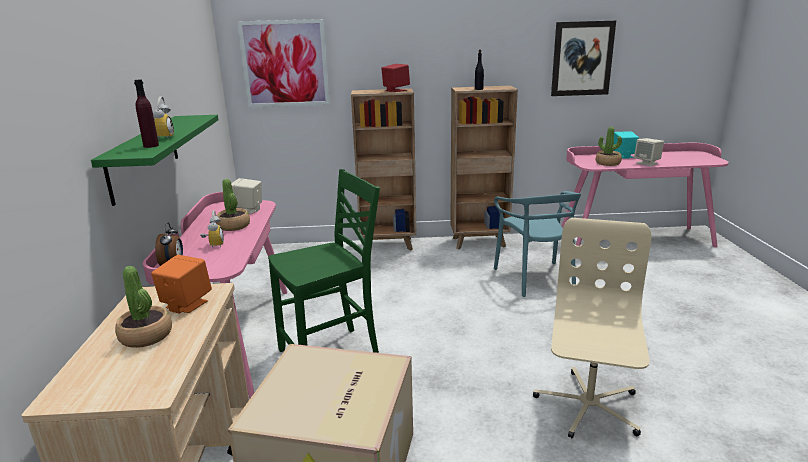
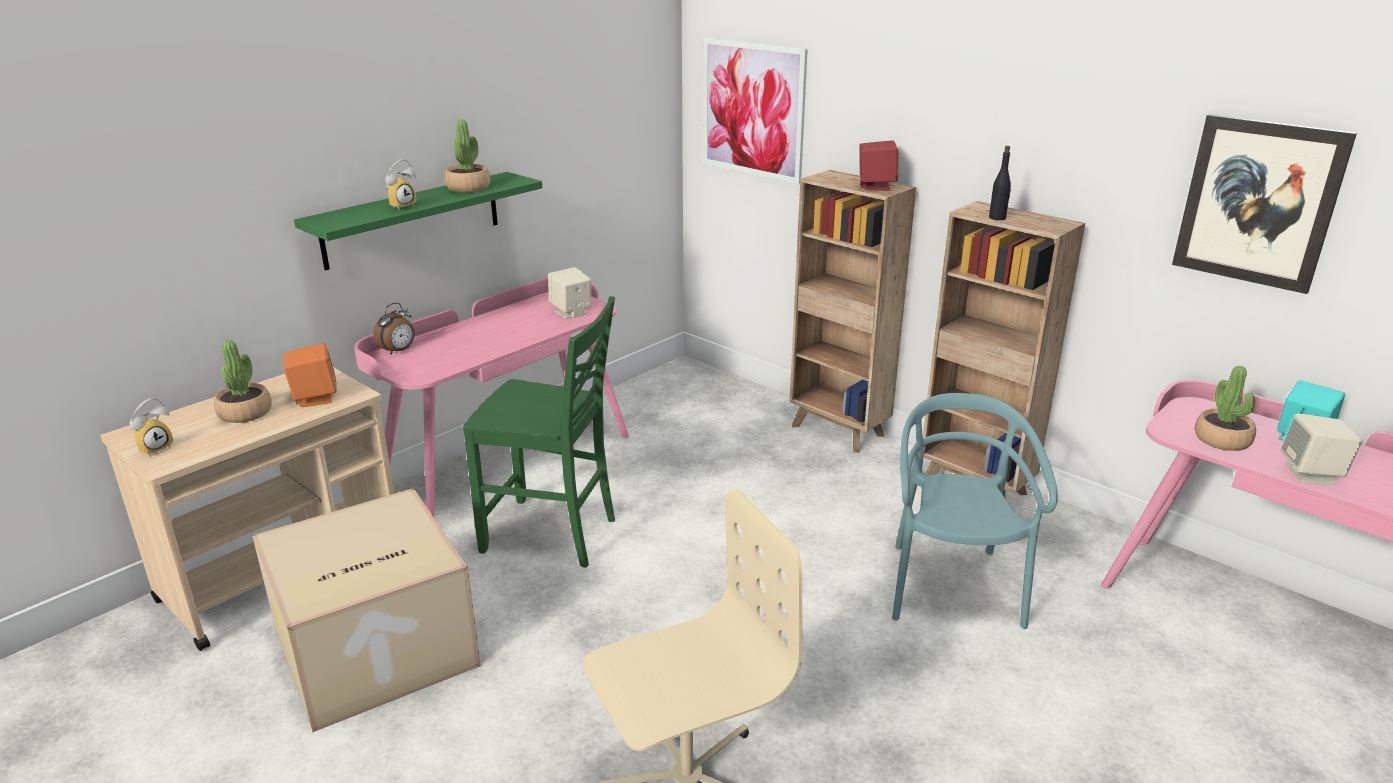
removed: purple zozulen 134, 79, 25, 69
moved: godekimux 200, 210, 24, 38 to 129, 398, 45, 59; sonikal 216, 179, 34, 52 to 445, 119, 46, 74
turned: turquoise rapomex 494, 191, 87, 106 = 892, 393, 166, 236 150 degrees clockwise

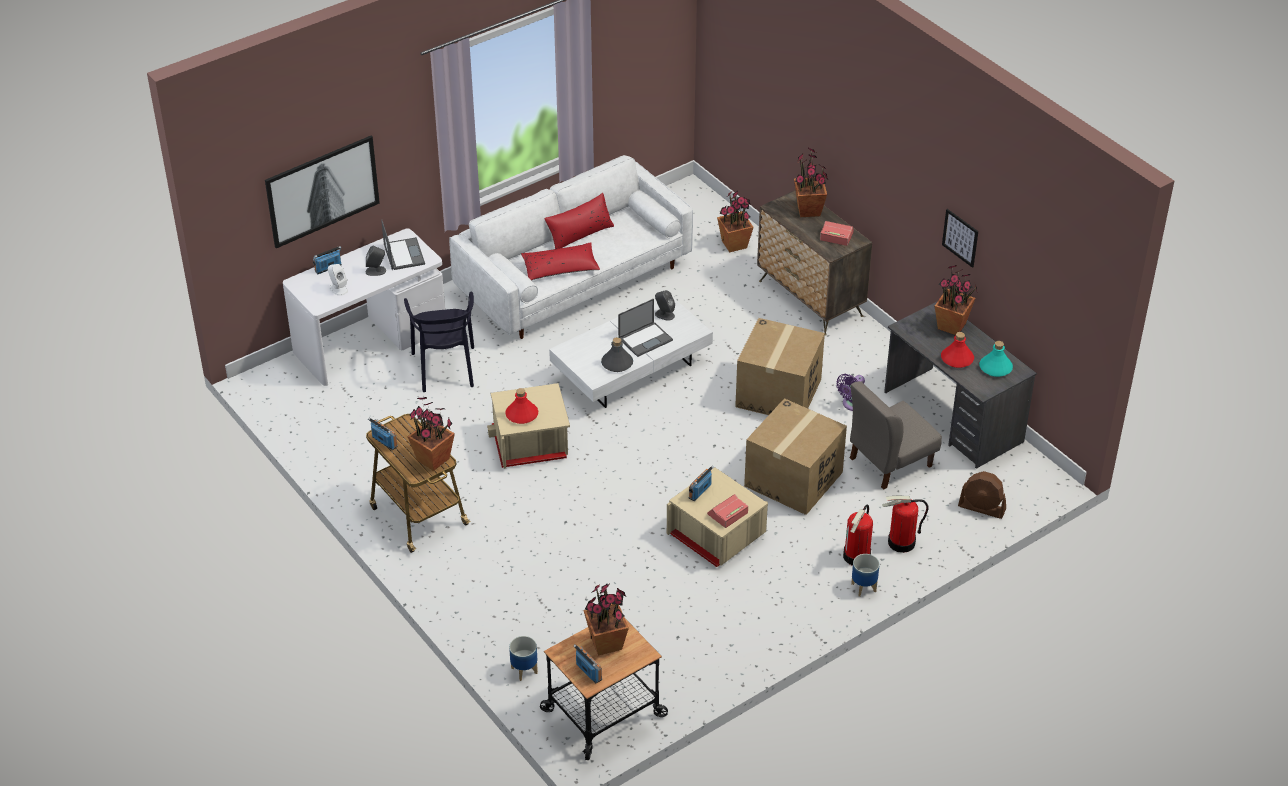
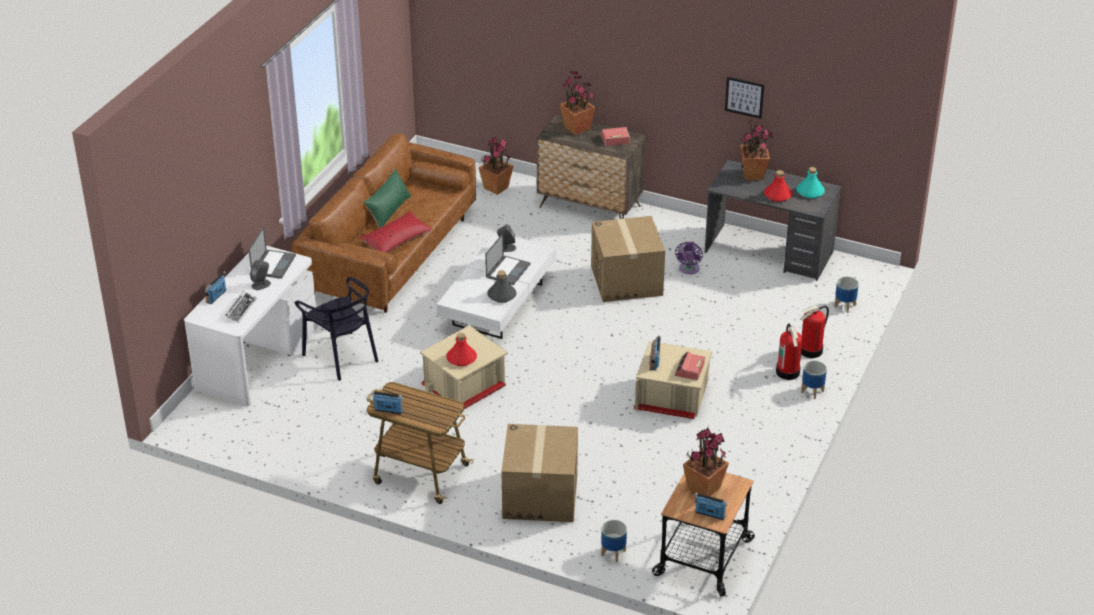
removed: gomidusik 265, 136, 115, 112; sonikal 407, 397, 48, 74; grey rapomex 850, 381, 92, 109
moved: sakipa 744, 398, 103, 117 to 501, 424, 77, 98
replaced: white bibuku 328, 264, 20, 32 to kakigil 225, 291, 32, 32; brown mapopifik 958, 471, 48, 48 to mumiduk 834, 277, 25, 36
recoloured: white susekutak 449, 155, 244, 184 to brown susekutak 292, 134, 184, 179; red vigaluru 544, 193, 70, 56 to green vigaluru 364, 169, 47, 59
turned: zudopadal 381, 220, 44, 50 = 248, 226, 48, 53 60 degrees clockwise

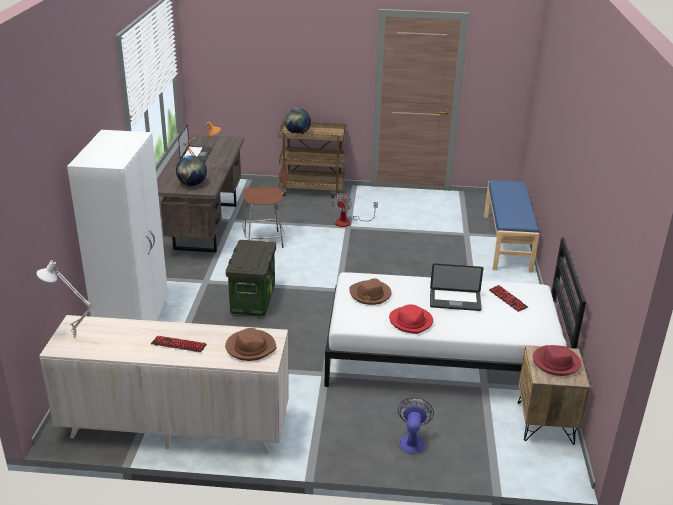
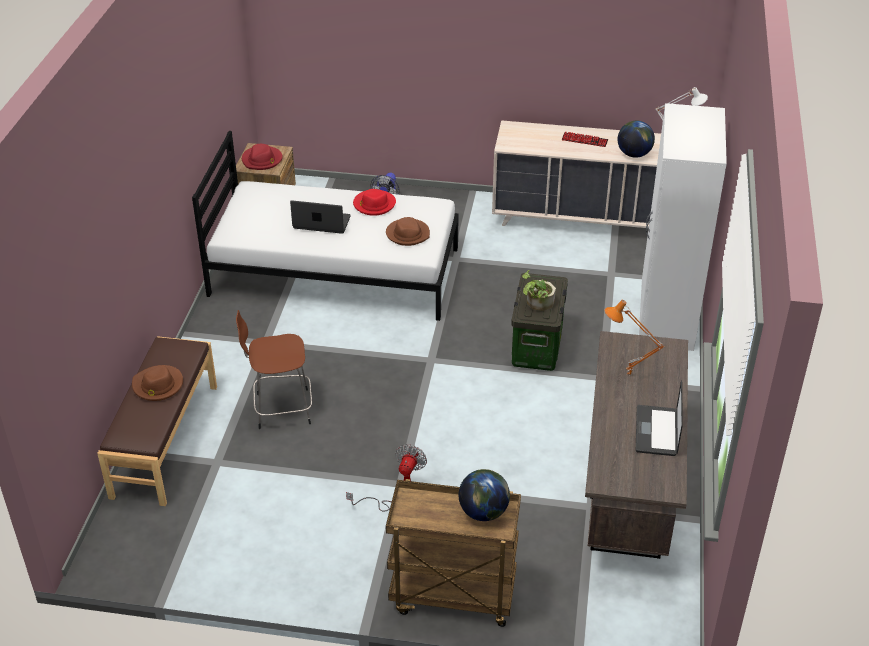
removed: kakigil 489, 285, 39, 27
added: sonikal 522, 270, 34, 41
moved: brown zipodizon 225, 328, 51, 33 to 132, 365, 51, 36; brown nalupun 242, 161, 46, 87 to 236, 310, 76, 119; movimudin 176, 155, 31, 31 to 618, 121, 37, 37
recoloured: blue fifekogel 484, 180, 55, 93 to brown fifekogel 97, 336, 120, 170

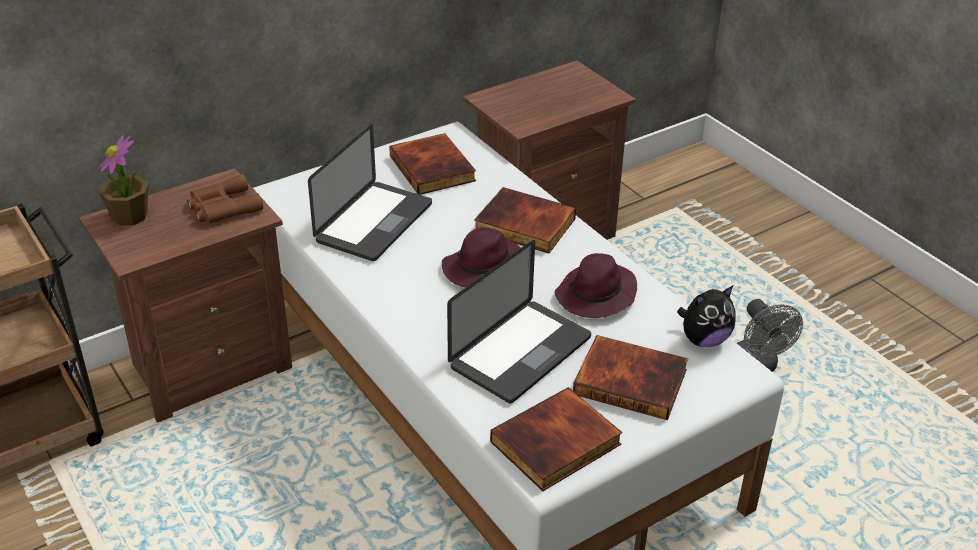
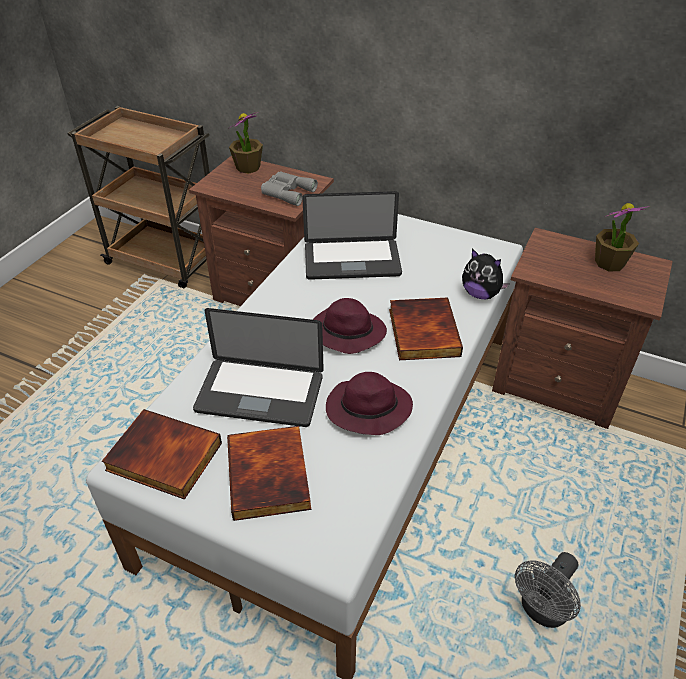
removed: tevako 389, 133, 87, 62
added: sonikal 595, 203, 55, 68
moved: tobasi 677, 286, 59, 61 to 462, 249, 48, 50
recoloured: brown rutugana 187, 174, 76, 50 to grey rutugana 261, 171, 57, 35

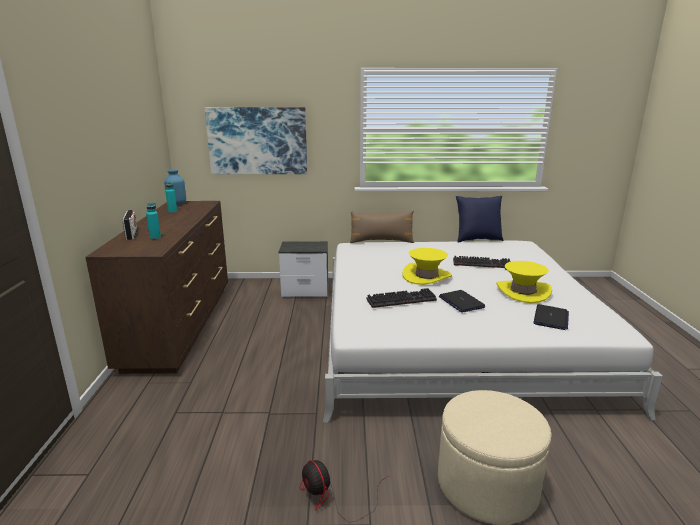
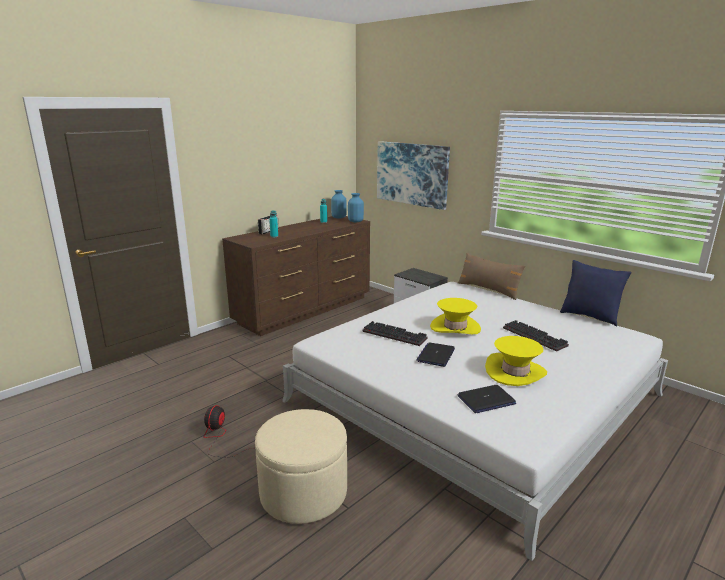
added: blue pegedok 348, 193, 16, 29

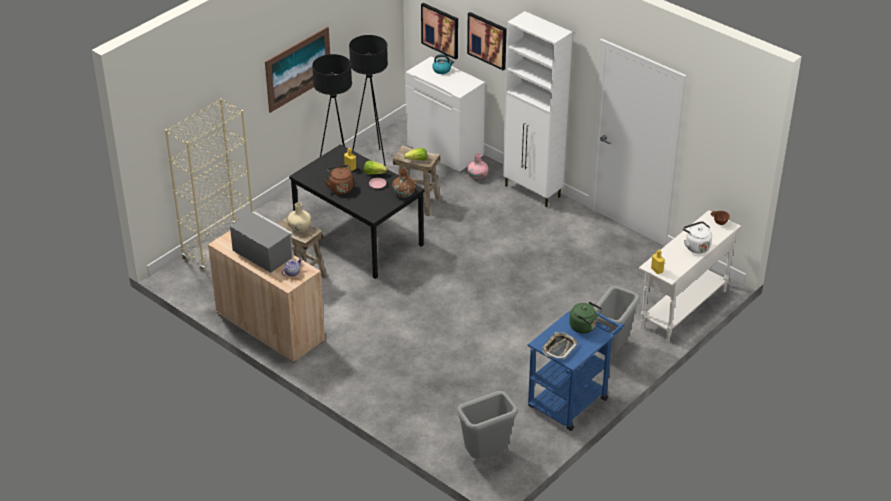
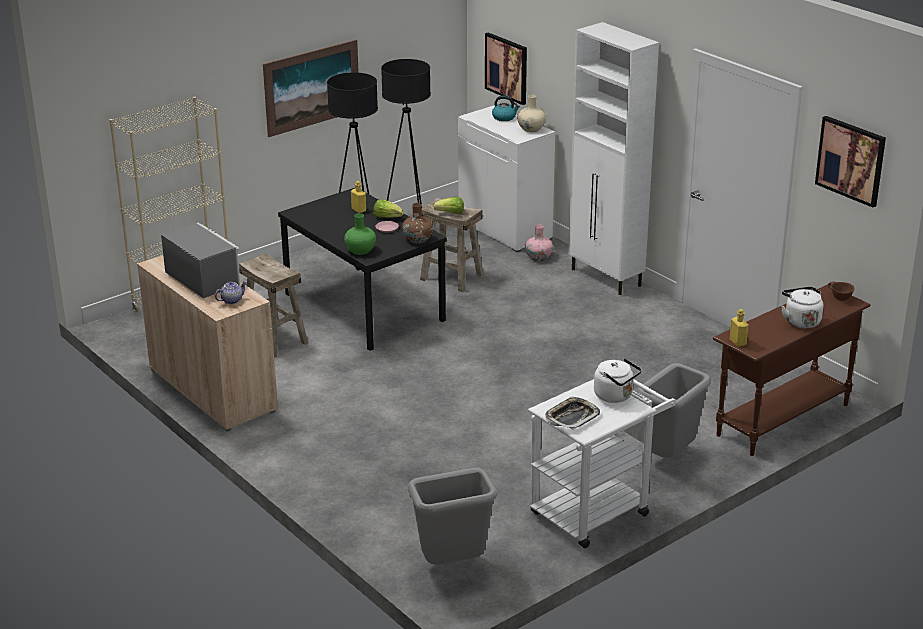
removed: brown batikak 324, 165, 29, 29
added: green pegedok 344, 213, 32, 42
moved: beige pegedok 287, 202, 24, 30 to 518, 95, 28, 37; gomidusik 467, 12, 40, 58 to 815, 116, 71, 92
recoloured: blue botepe 527, 311, 98, 120 to white botepe 528, 379, 148, 169; green batikak 569, 302, 33, 31 to white batikak 594, 358, 48, 45; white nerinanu 639, 210, 102, 132 to brown nerinanu 713, 284, 157, 172

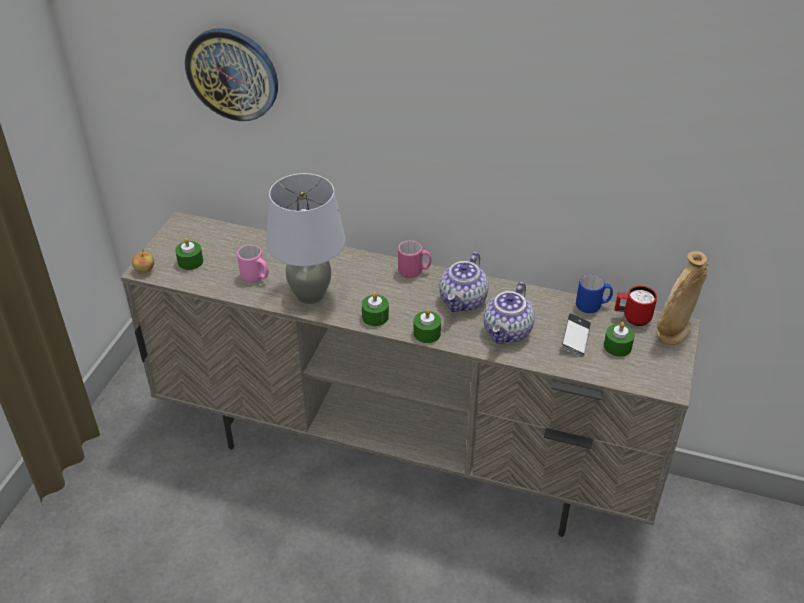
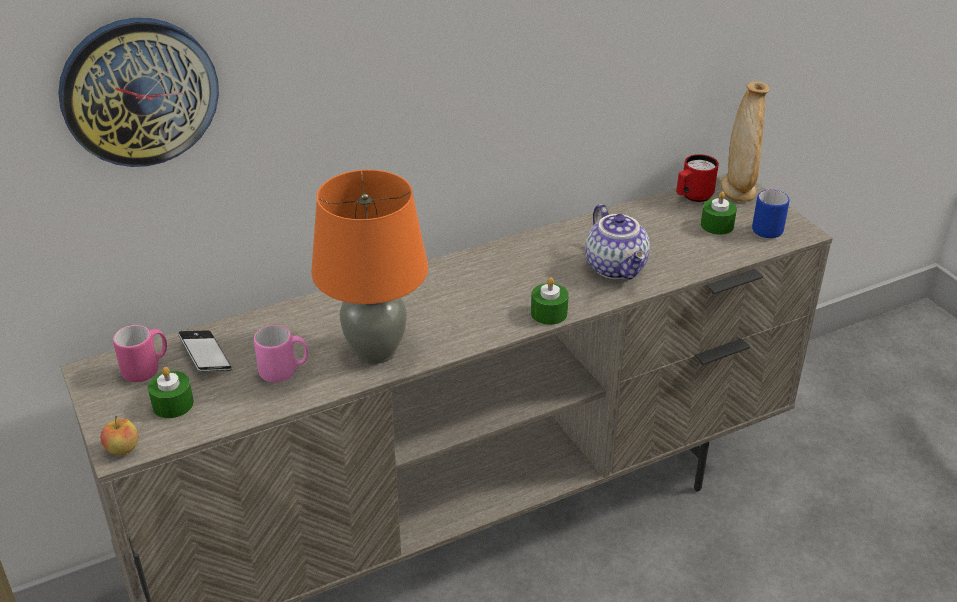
removed: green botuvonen 362, 292, 27, 34; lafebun 439, 252, 50, 60
moved: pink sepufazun 398, 241, 34, 37 to 113, 325, 54, 57; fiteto 561, 313, 30, 44 to 178, 330, 54, 42; blue sepufazun 576, 274, 37, 39 to 752, 190, 37, 48
recoloured: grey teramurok 266, 173, 80, 131 to orange teramurok 311, 170, 117, 194

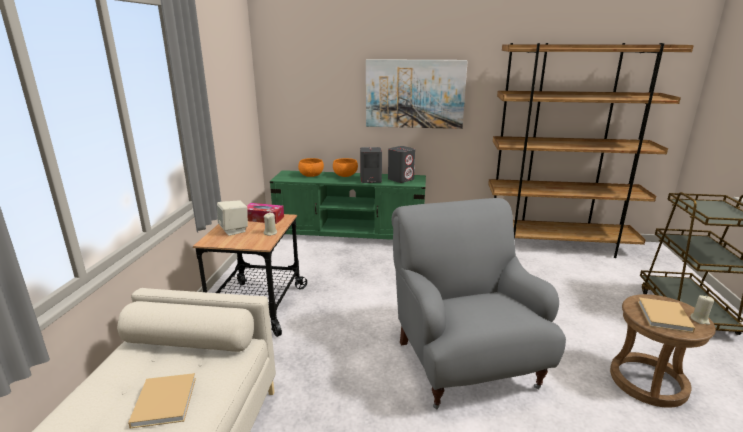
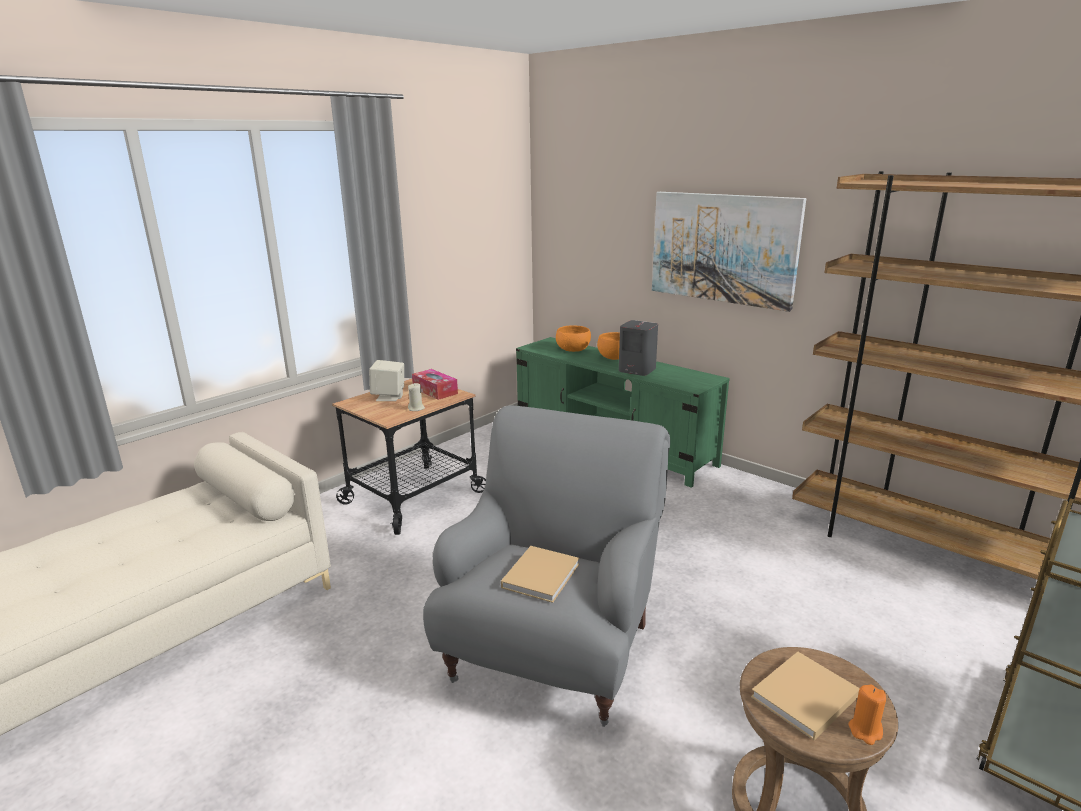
removed: grey bibuku 388, 146, 27, 37
moved: beige tevako 128, 373, 68, 55 to 501, 546, 78, 57
recoloured: beige botuvonen 691, 295, 23, 30 to orange botuvonen 848, 684, 38, 61

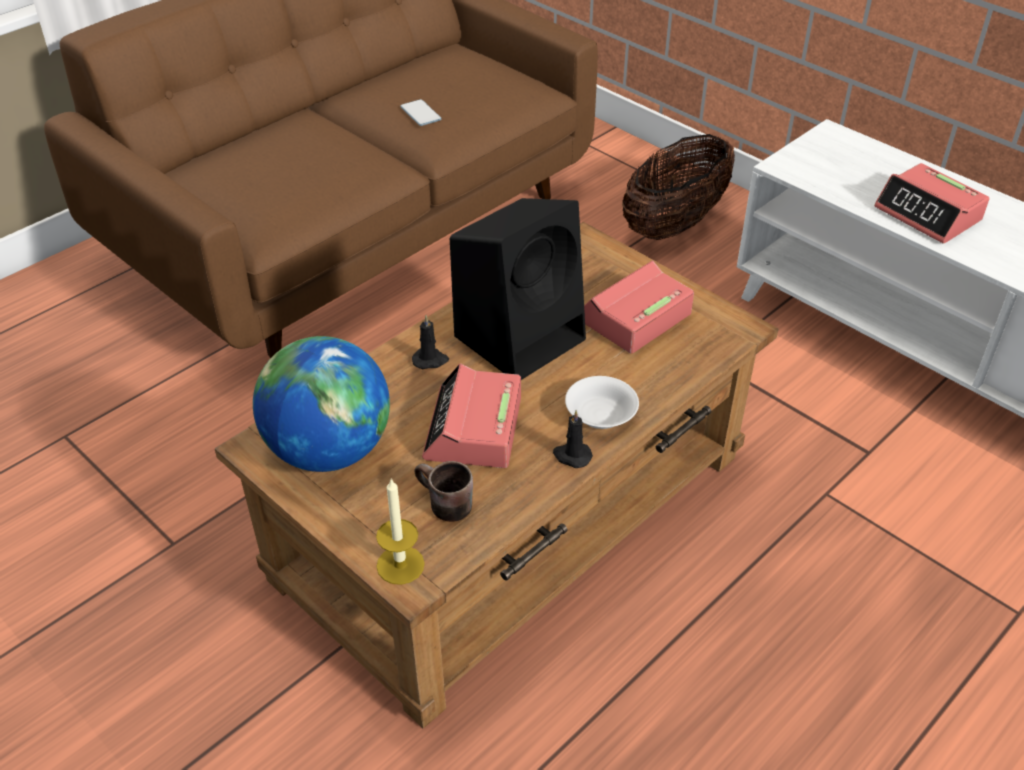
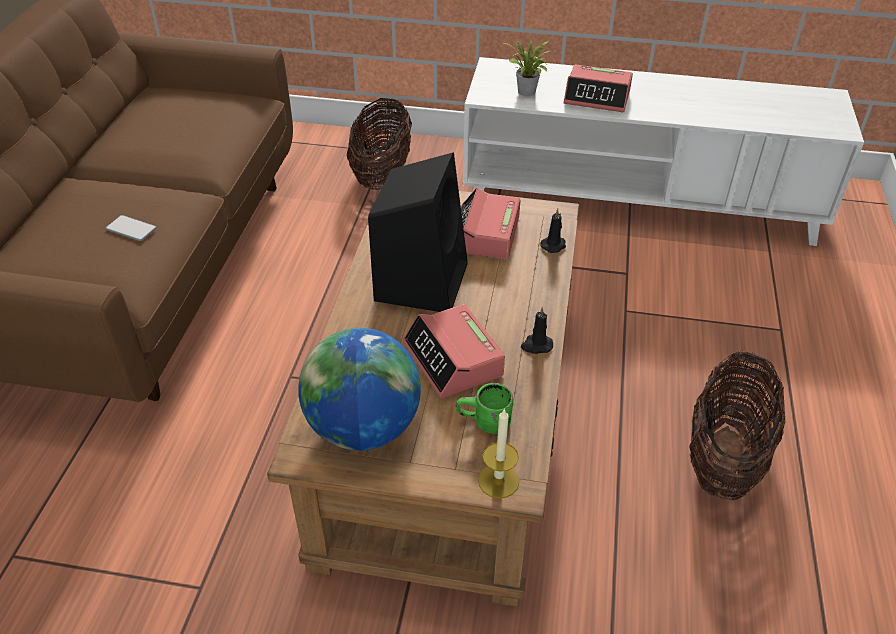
removed: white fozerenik 565, 376, 74, 53
added: sonikal 504, 38, 46, 58; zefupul 689, 351, 97, 150
moved: fiteto 400, 99, 42, 27 to 106, 215, 50, 26; black botuvonen 412, 315, 37, 54 to 540, 208, 26, 45
recoloured: brown sepufazun 414, 461, 59, 61 to green sepufazun 455, 383, 58, 51

